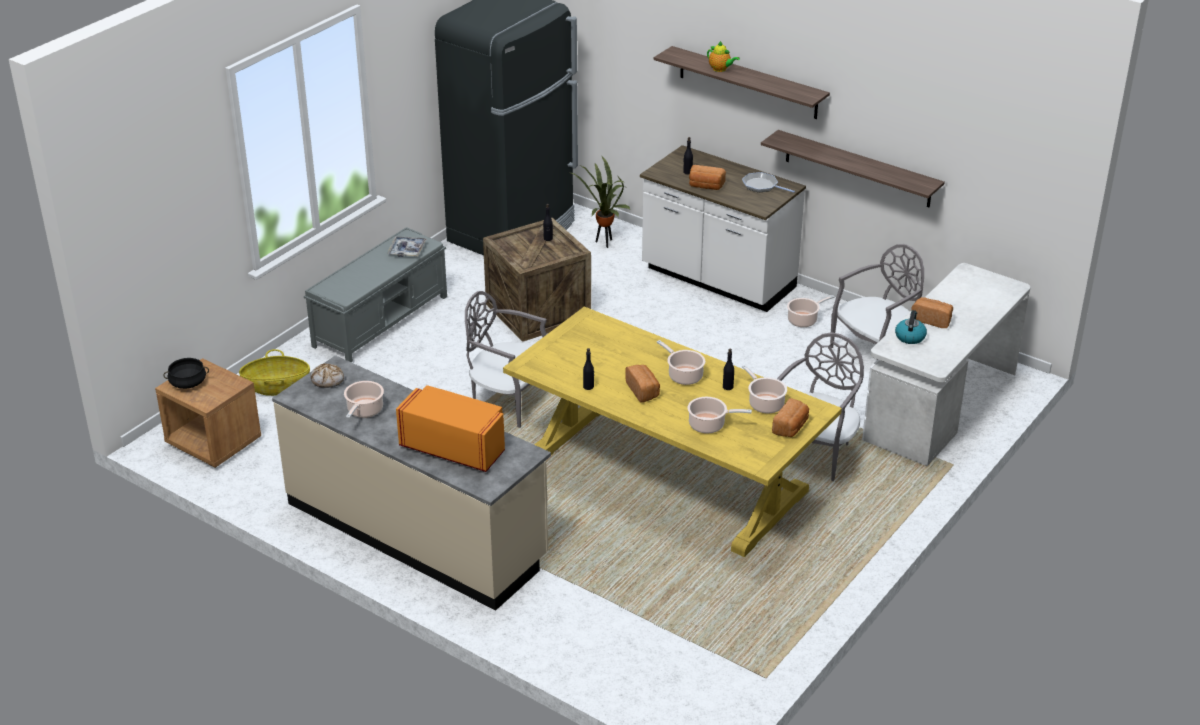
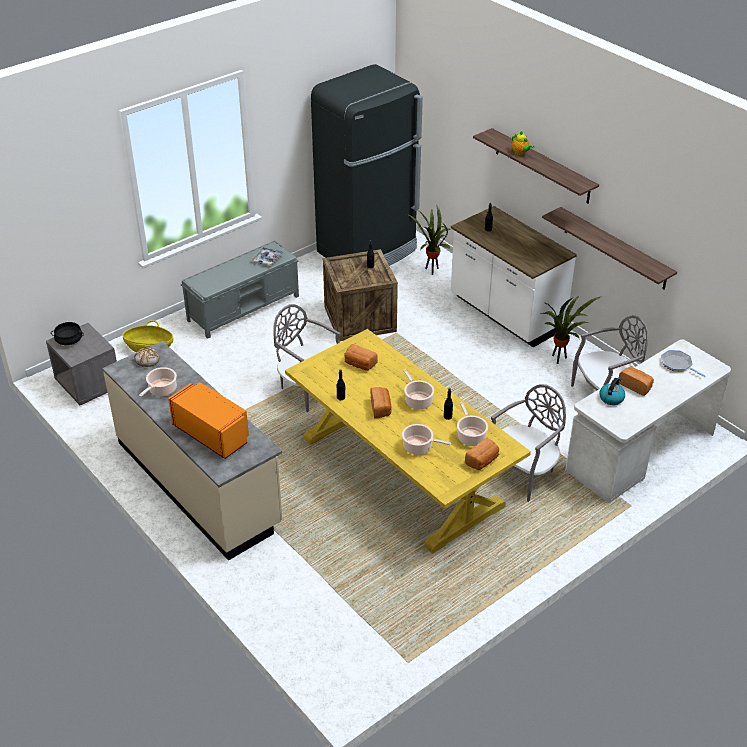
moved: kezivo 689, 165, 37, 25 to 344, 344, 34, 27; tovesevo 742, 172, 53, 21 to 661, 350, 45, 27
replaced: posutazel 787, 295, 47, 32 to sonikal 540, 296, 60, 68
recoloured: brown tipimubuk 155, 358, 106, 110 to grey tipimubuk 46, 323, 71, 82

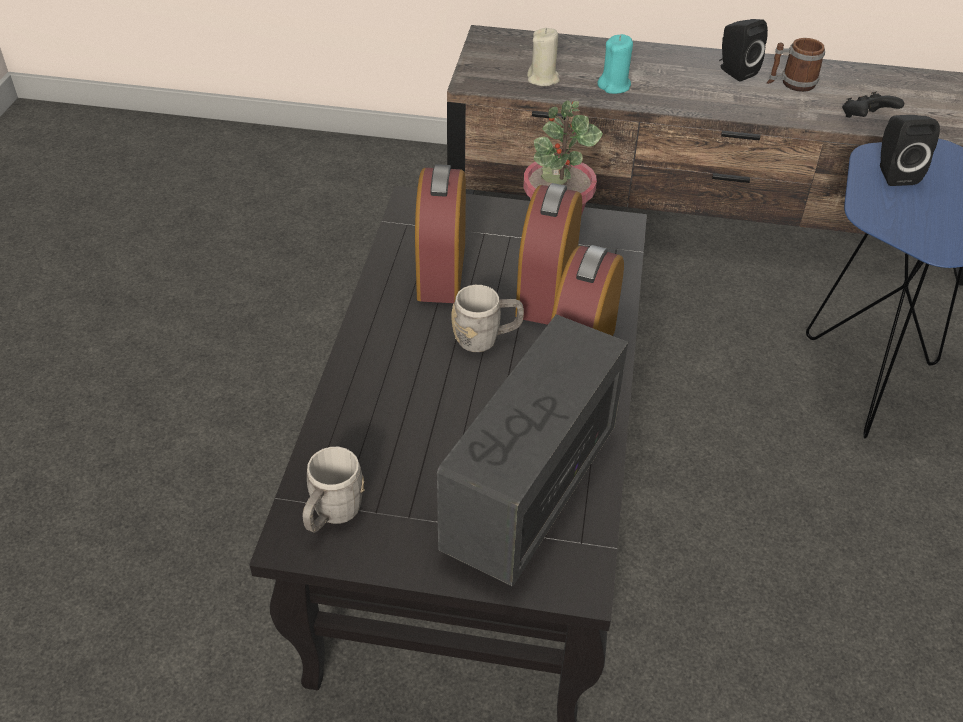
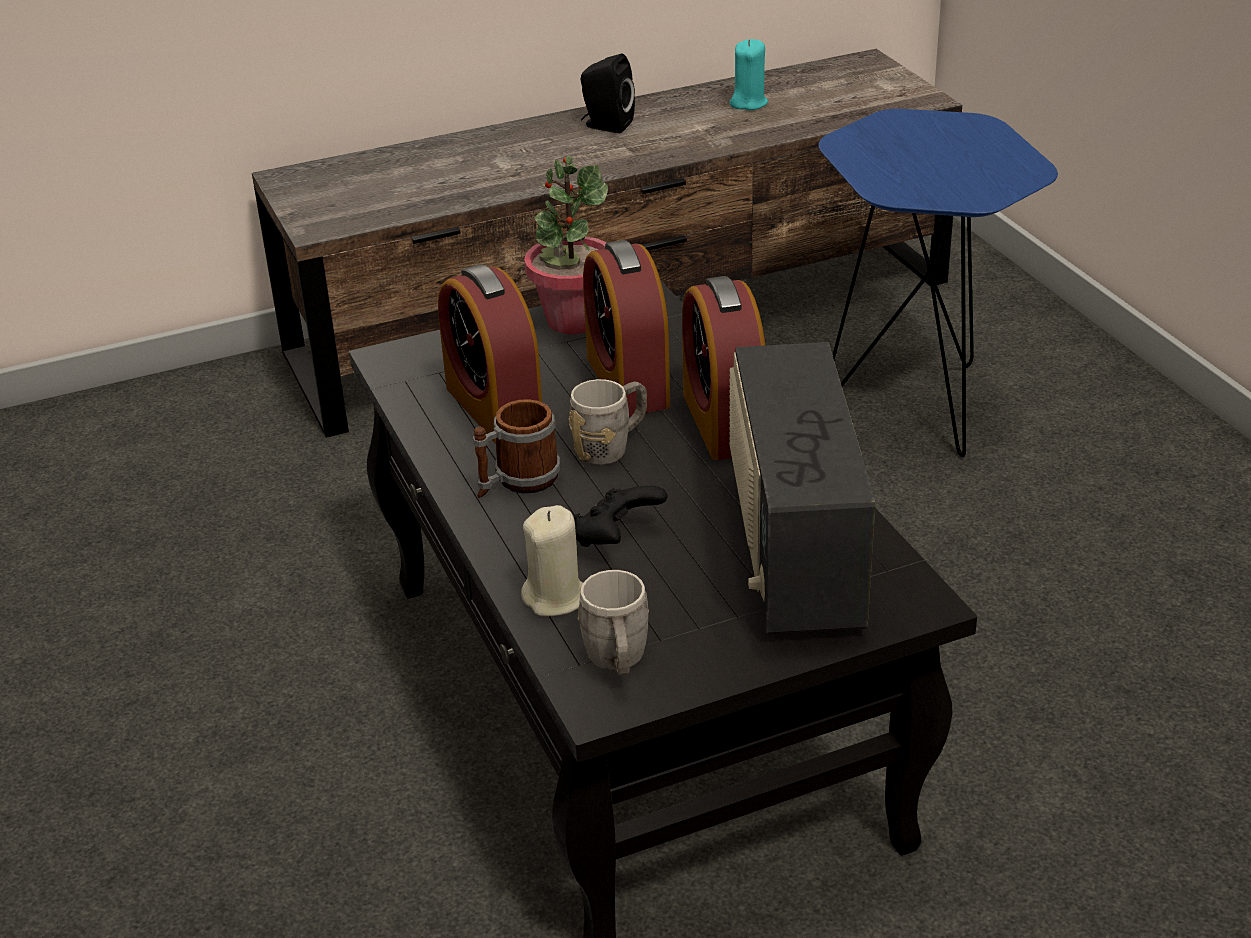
removed: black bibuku 880, 115, 60, 71
moved: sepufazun 767, 38, 58, 54 to 473, 399, 87, 99; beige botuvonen 527, 28, 33, 58 to 521, 505, 62, 111; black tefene 842, 91, 62, 27 to 573, 486, 94, 61; turquoise botuvonen 597, 34, 36, 60 to 729, 39, 39, 71

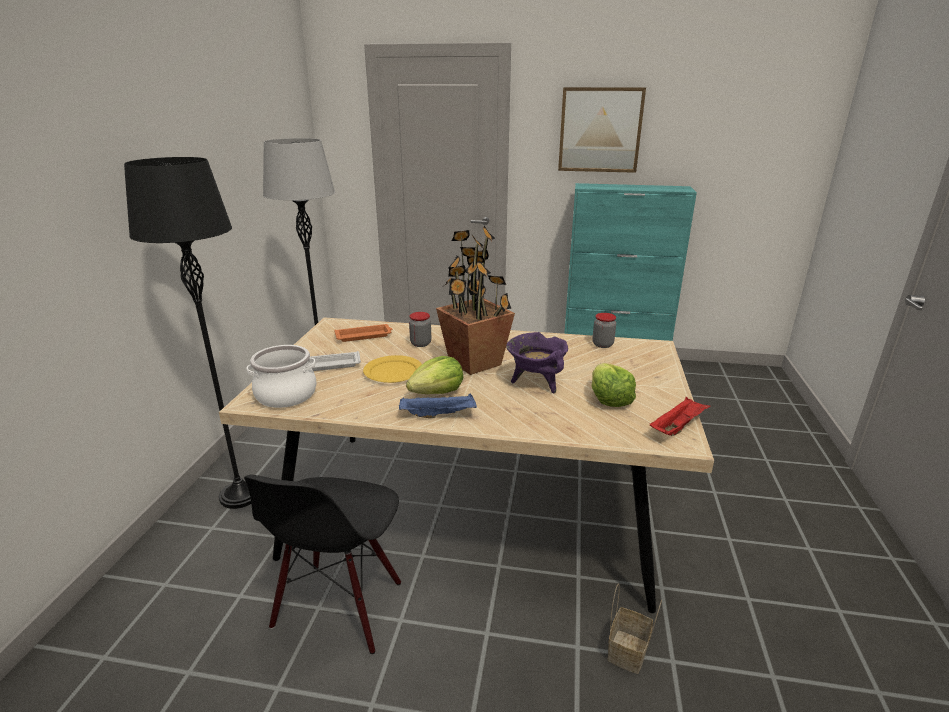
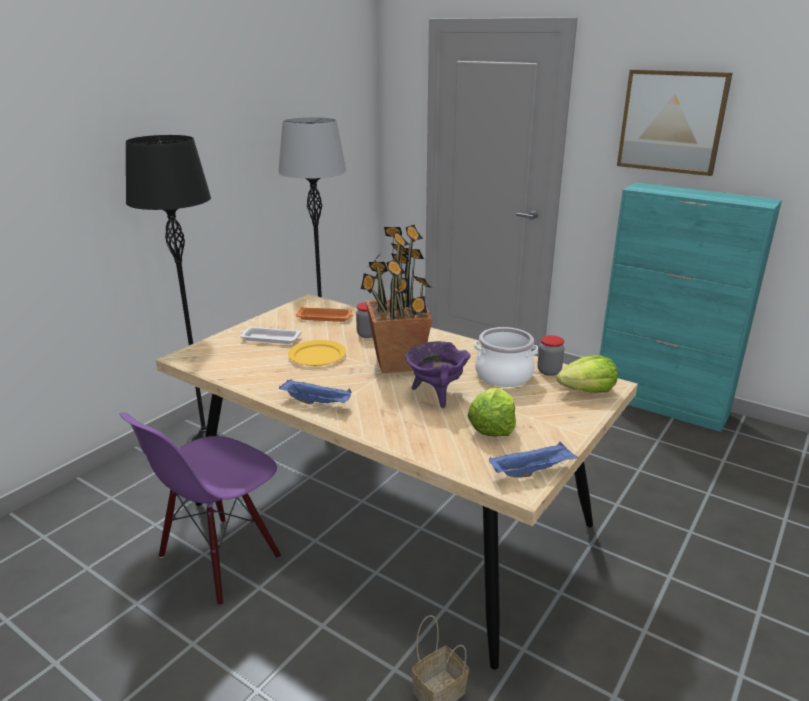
moved: posutazel 247, 345, 70, 63 to 474, 327, 64, 60; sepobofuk 406, 356, 57, 38 to 556, 355, 62, 38
recoloured: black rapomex 244, 474, 157, 180 to purple rapomex 119, 412, 162, 194; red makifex 650, 397, 60, 39 to blue makifex 489, 442, 90, 36

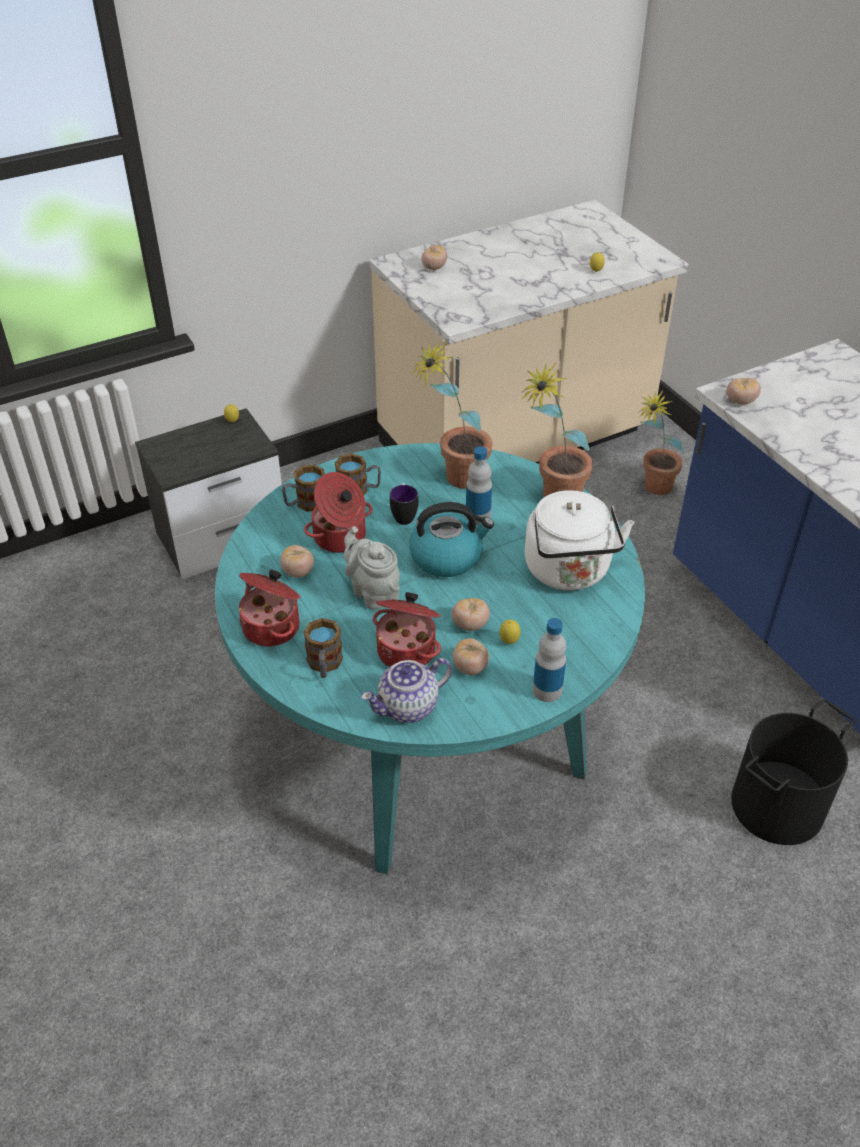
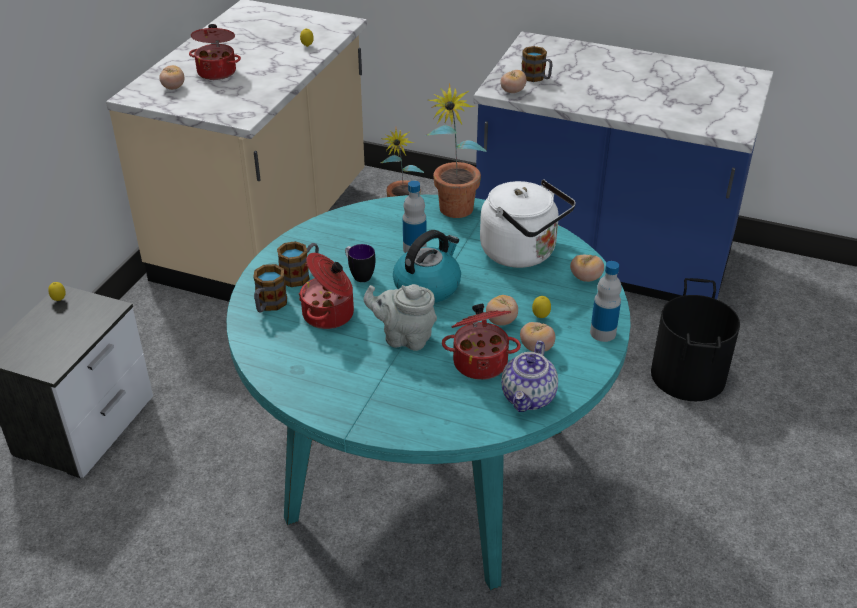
removed: sonikal 410, 341, 82, 148
moved: posutazel 239, 569, 61, 78 to 189, 24, 52, 56; sepufazun 303, 618, 40, 60 to 522, 46, 31, 36; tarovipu 280, 545, 34, 33 to 570, 254, 34, 28

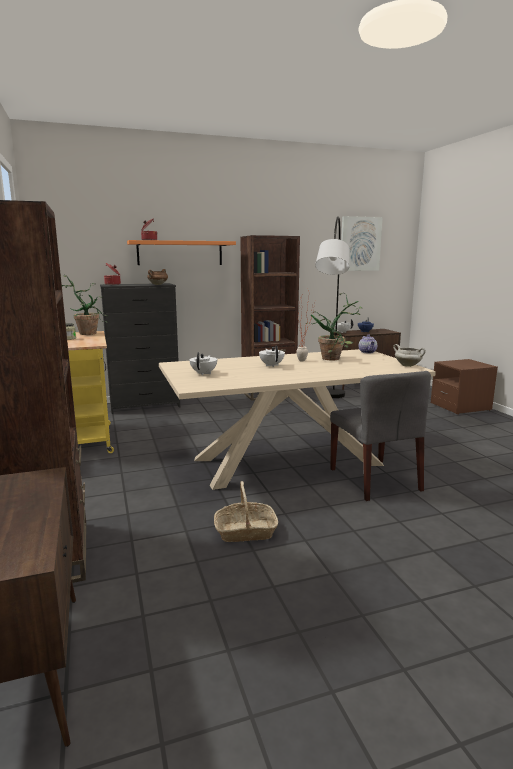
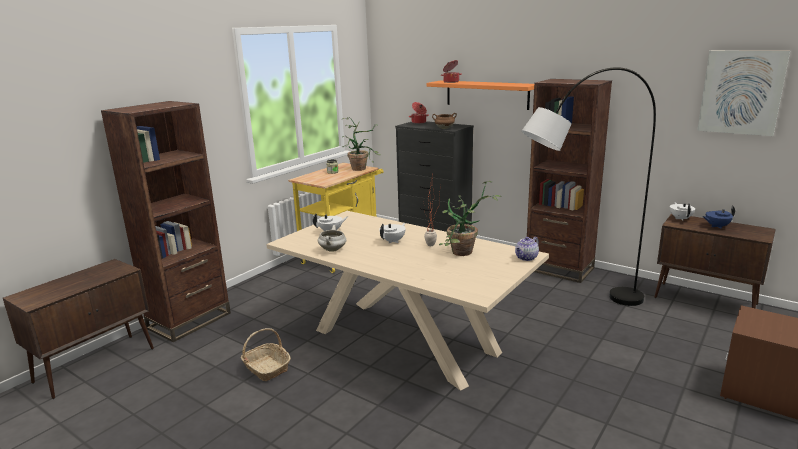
removed: grey rapomex 330, 371, 101, 130
moved: white posutazel 393, 344, 33, 23 to 318, 225, 28, 27

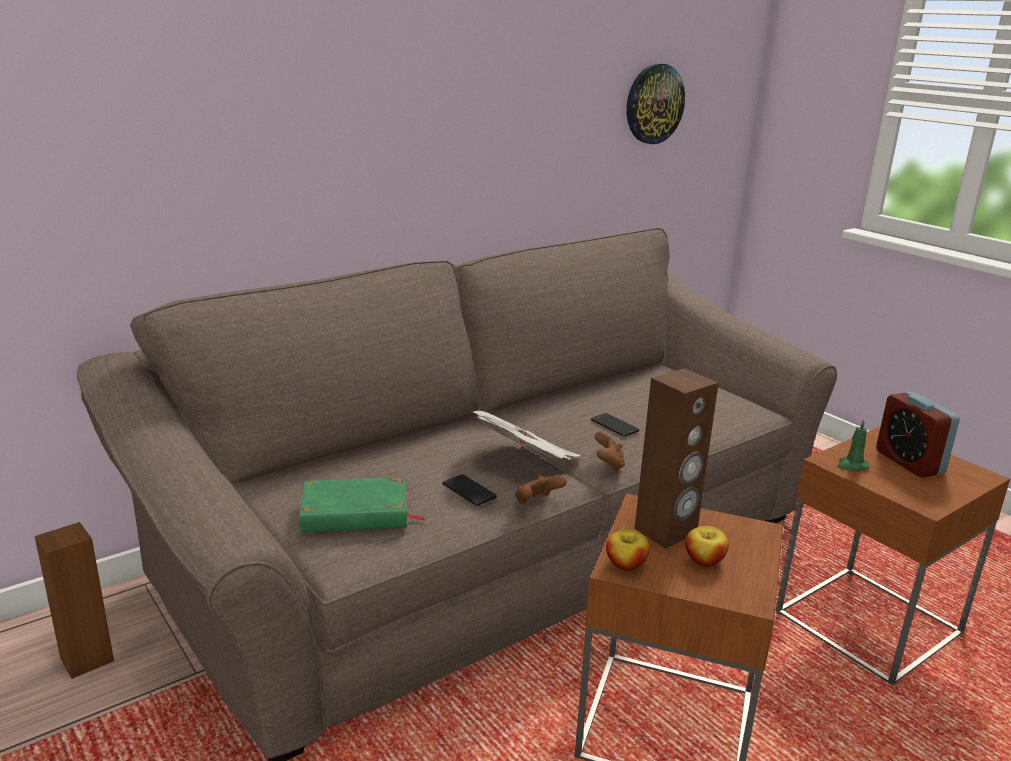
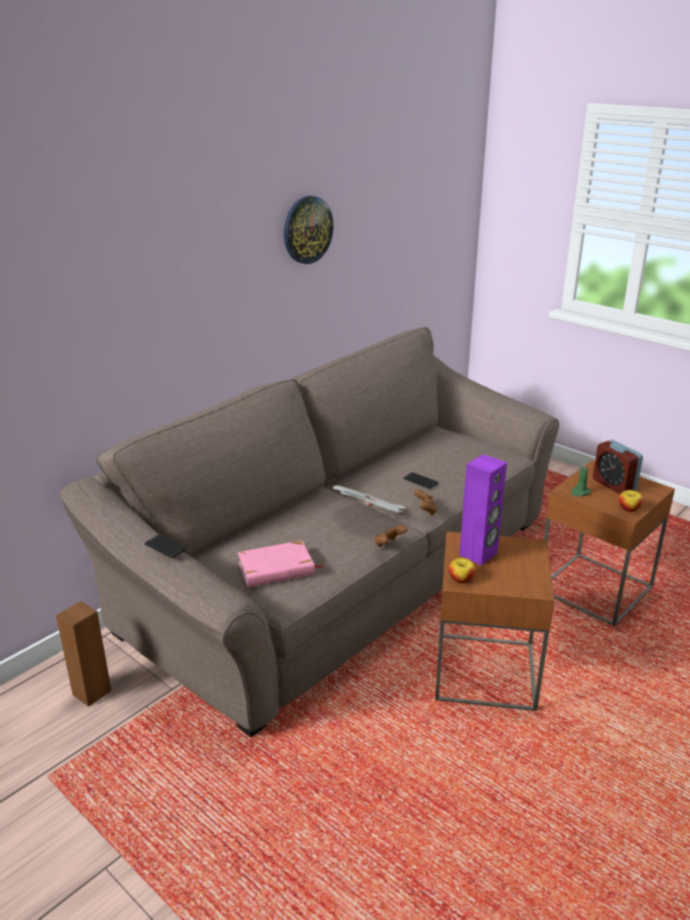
moved: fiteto 442, 474, 55, 32 to 144, 535, 42, 23; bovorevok 627, 64, 58, 80 to 284, 196, 50, 68; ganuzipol 685, 526, 44, 41 to 619, 490, 24, 22
recoloured: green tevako 299, 477, 126, 55 to pink tevako 238, 540, 85, 47; brown bibuku 635, 368, 84, 180 to purple bibuku 459, 454, 48, 112

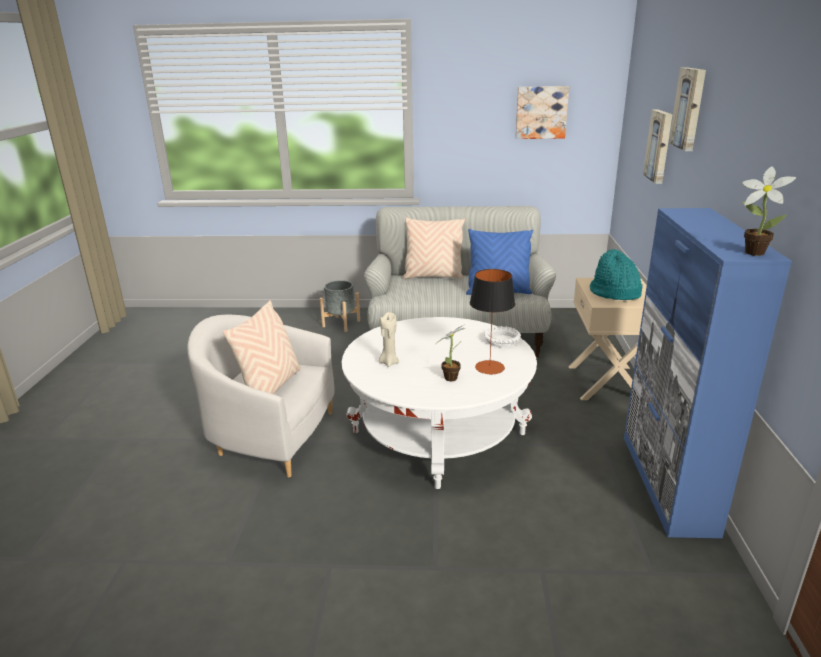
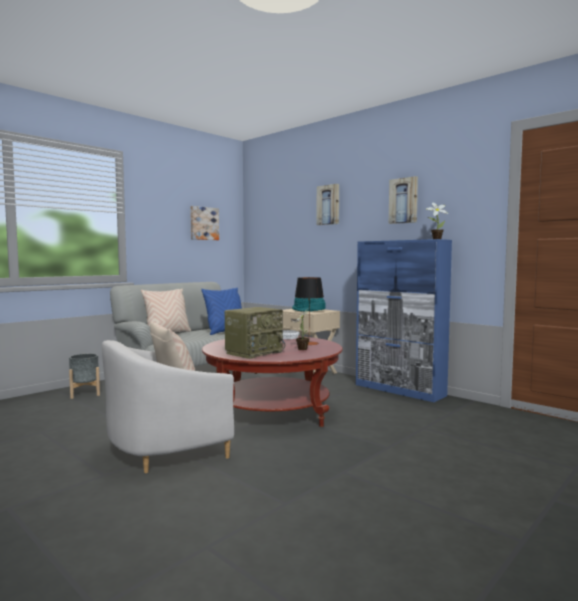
moved: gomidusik 643, 109, 29, 75 to 389, 176, 29, 48
replaced: beige botuvonen 379, 312, 20, 55 to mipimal 224, 307, 61, 52
recoloured: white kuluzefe 342, 317, 195, 172 to red kuluzefe 202, 336, 140, 91

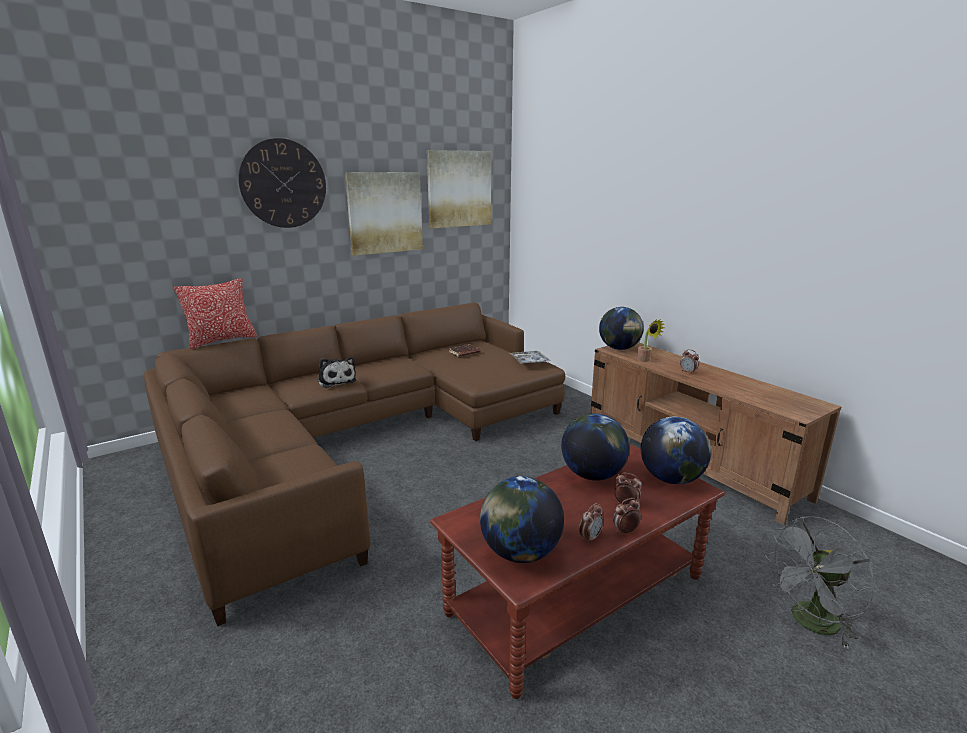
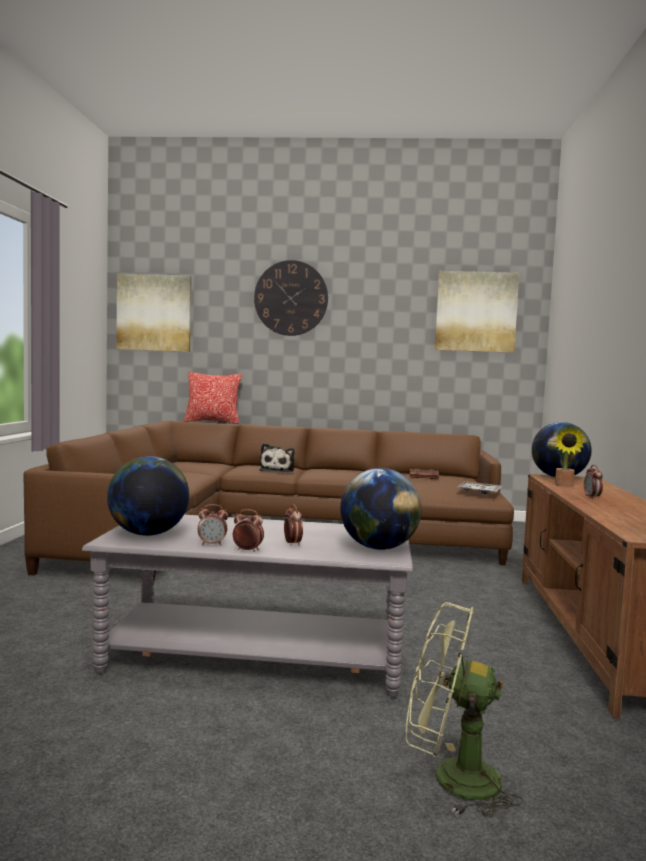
removed: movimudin 561, 413, 68, 68
moved: gomidusik 345, 172, 78, 84 to 116, 274, 76, 78
recoloured: brown kuluzefe 430, 443, 295, 256 to grey kuluzefe 82, 515, 331, 182; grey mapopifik 764, 516, 111, 132 to green mapopifik 406, 602, 117, 215

